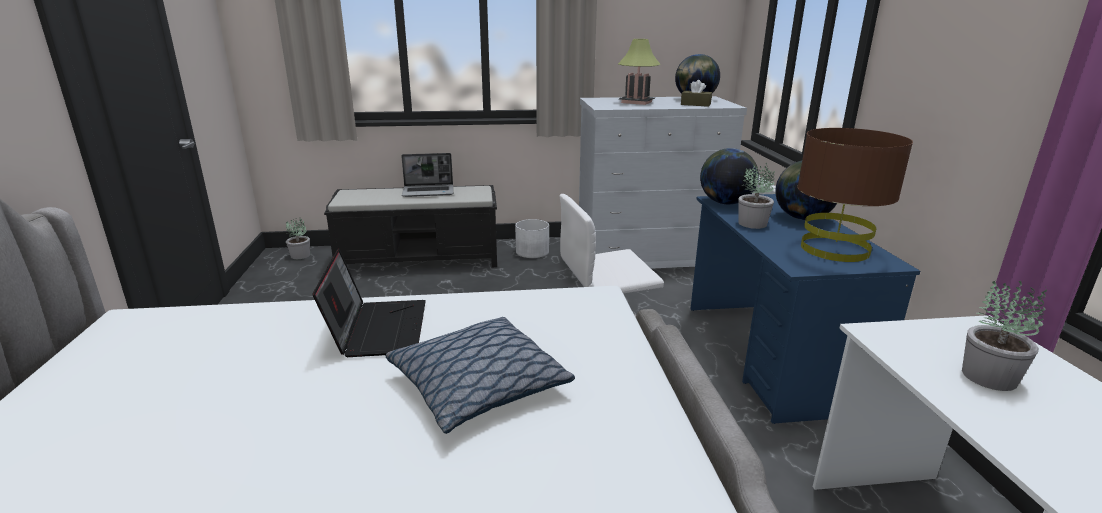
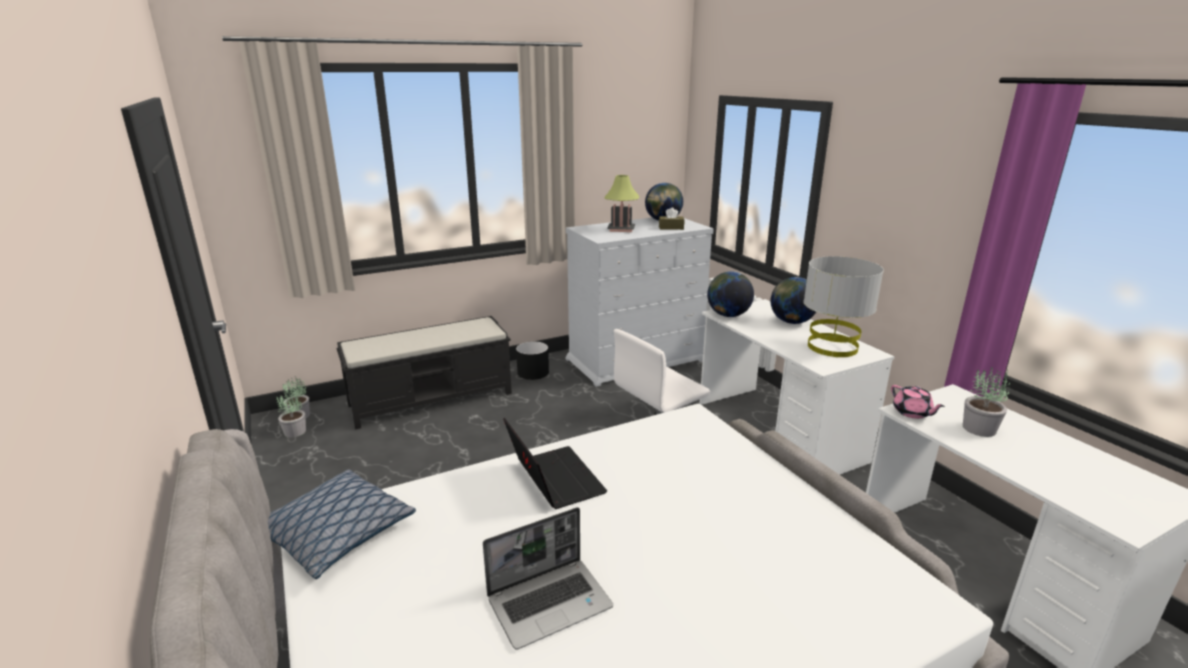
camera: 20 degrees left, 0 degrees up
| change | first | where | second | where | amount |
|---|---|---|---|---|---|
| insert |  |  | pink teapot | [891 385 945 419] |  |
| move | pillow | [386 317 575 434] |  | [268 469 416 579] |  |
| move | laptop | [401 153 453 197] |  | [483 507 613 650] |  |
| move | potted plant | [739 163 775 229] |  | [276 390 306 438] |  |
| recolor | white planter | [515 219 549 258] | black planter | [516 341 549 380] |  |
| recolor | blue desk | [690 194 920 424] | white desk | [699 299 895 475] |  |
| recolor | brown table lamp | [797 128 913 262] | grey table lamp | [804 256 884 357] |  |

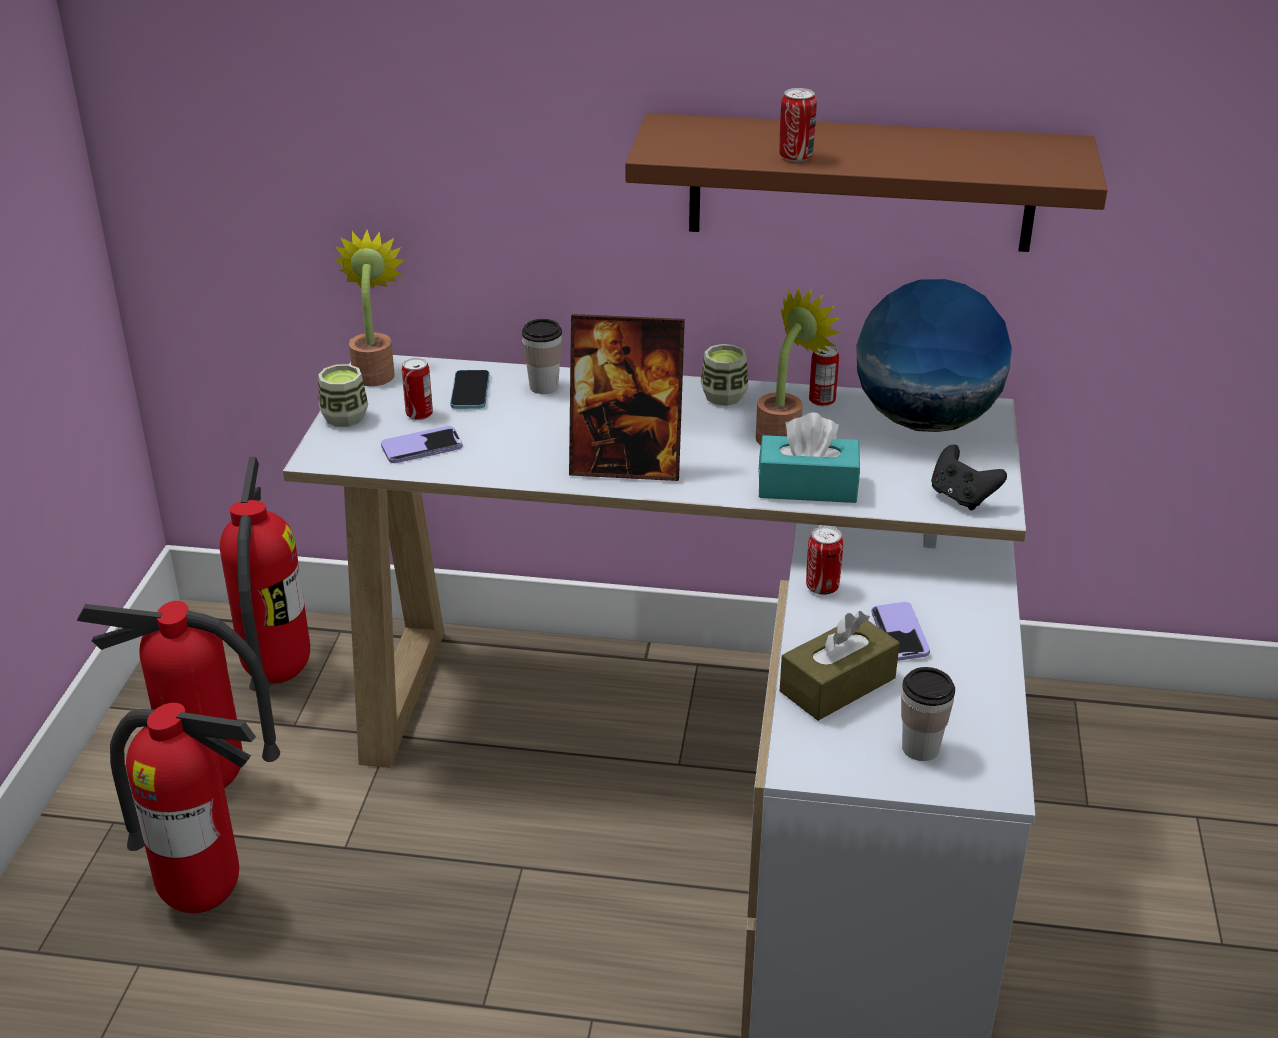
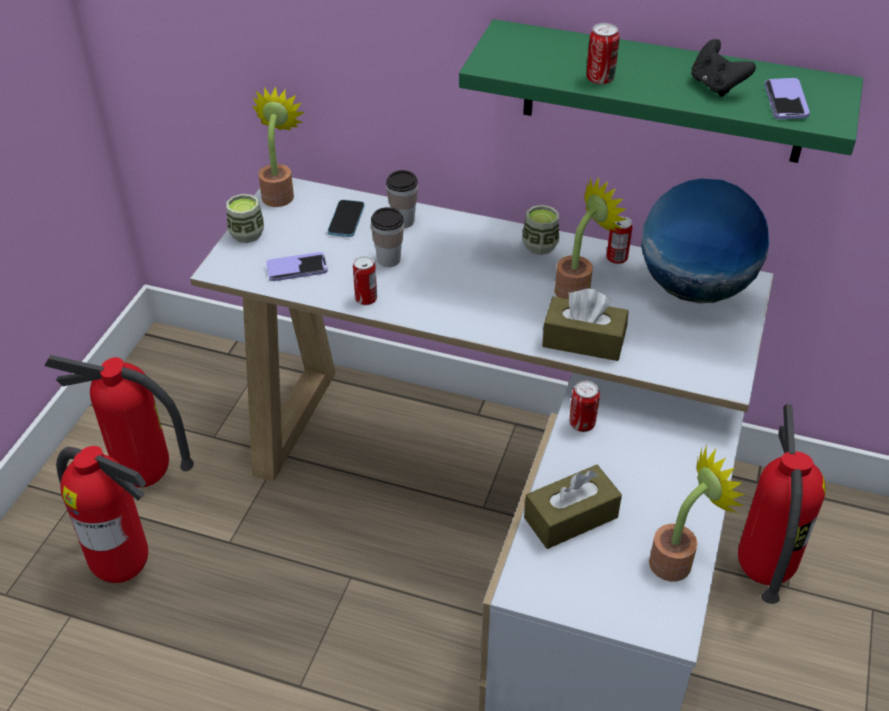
camera: 10 degrees right, 10 degrees up
| change | first | where | second | where | amount |
|---|---|---|---|---|---|
| delete | picture frame | [569 314 685 481] |  |  |  |
| insert |  |  | potted plant | [649 445 745 581] |  |
| move | fire extinguisher | [220 457 310 691] |  | [738 404 826 604] |  |
| move | can | [402 357 433 420] |  | [353 256 377 305] |  |
| move | phone | [872 602 930 661] |  | [765 78 810 119] |  |
| move | cup | [901 667 955 761] |  | [371 207 404 267] |  |
| move | black game controller | [931 445 1007 511] |  | [691 39 756 97] |  |
| recolor | brown shelf | [625 113 1108 252] | green shelf | [459 19 863 163] |  |
| recolor | turquoise tissue box | [758 413 860 503] | brown tissue box | [542 288 628 361] |  |

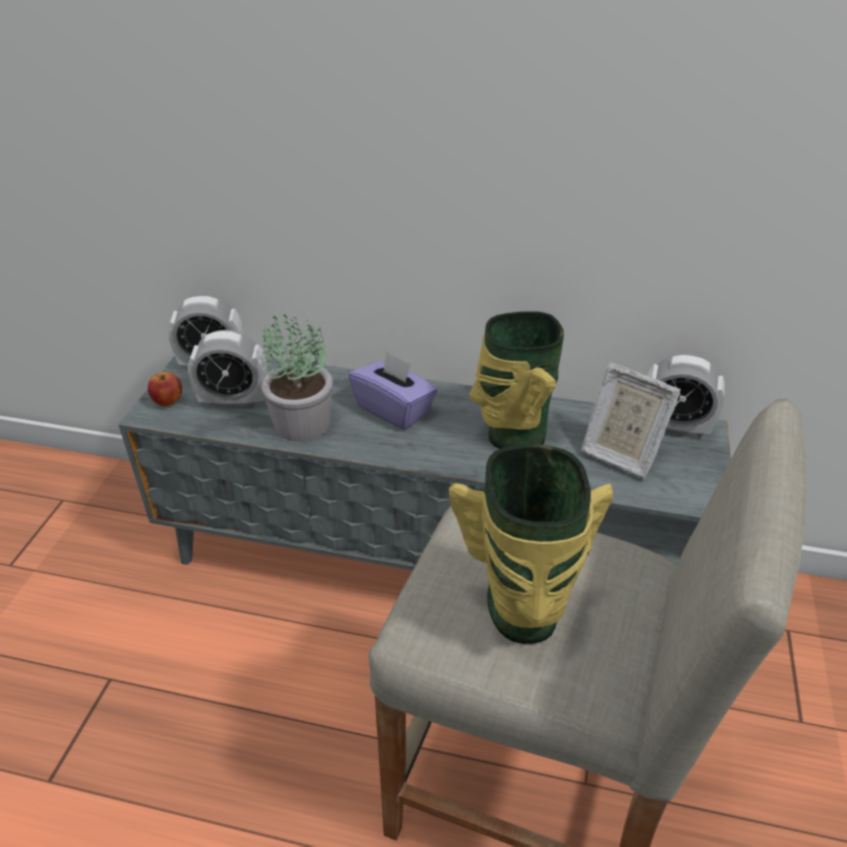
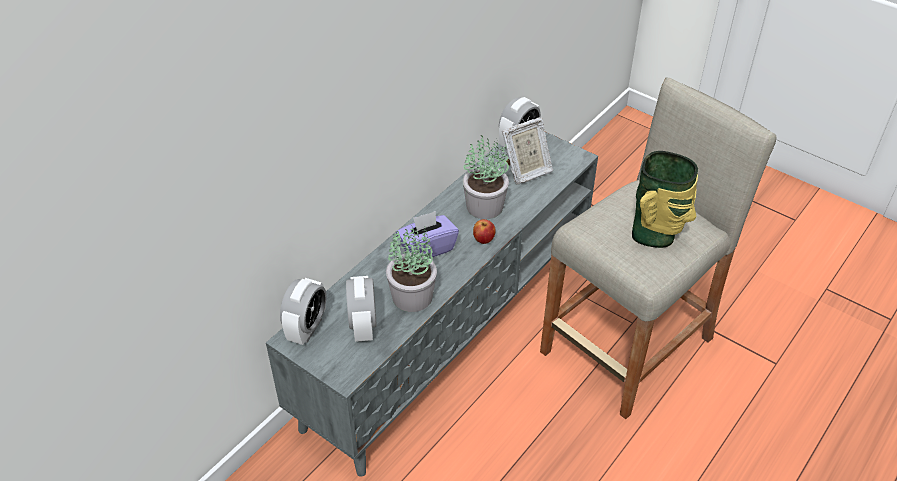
camera: 65 degrees left, 5 degrees up
| change | first | where | second | where | amount |
|---|---|---|---|---|---|
| move | apple | [148 372 182 407] |  | [473 219 496 244] |  |
| replace | vase | [469 311 564 449] | potted plant | [463 135 509 219] |  |
| rotate | alarm clock | [188 330 267 409] |  | [346 276 377 342] | 150 degrees clockwise |

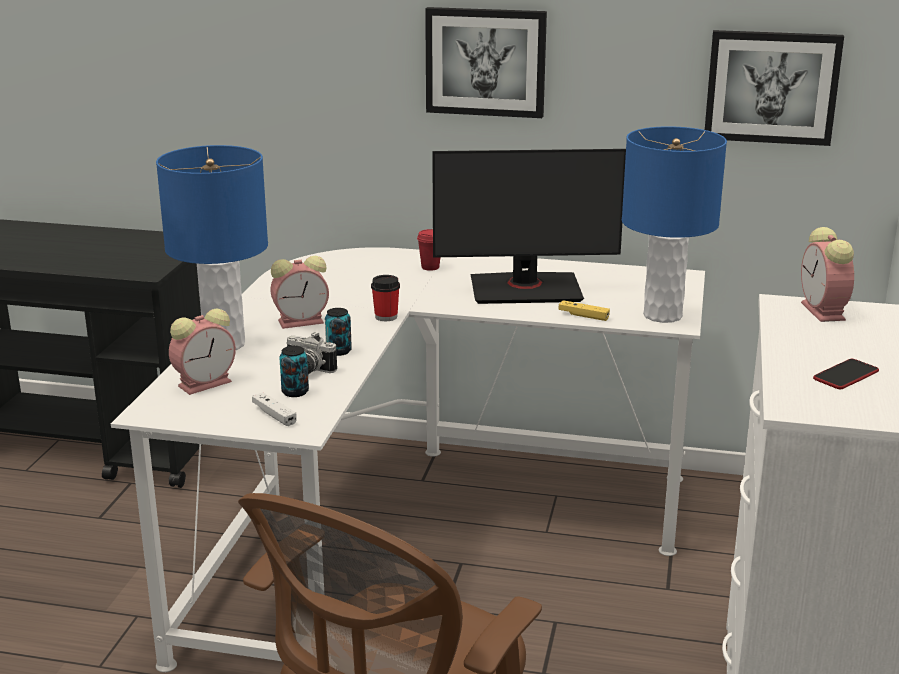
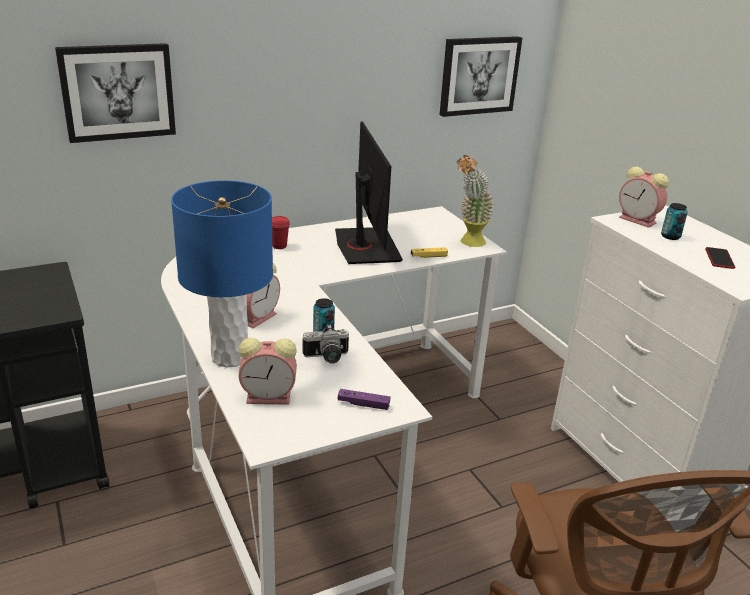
camera: 40 degrees left, 5 degrees up
| change | first | where | second | where | amount |
|---|---|---|---|---|---|
| delete | cup | [371 275 400 321] |  |  |  |
| move | can | [279 346 309 397] |  | [661 203 688 240] |  |
| move | picture | [425 7 547 118] |  | [55 43 176 143] |  |
| replace | blue table lamp | [622 126 727 323] | potted plant | [457 155 493 247] |  |
| recolor | white game controller | [252 392 297 426] | purple game controller | [338 389 391 410] |  |
| rotate | alarm clock | [169 309 236 395] |  | [239 338 297 405] | 75 degrees clockwise |
| rotate | monitor | [432 149 626 304] |  | [335 121 403 264] | 60 degrees counterclockwise |

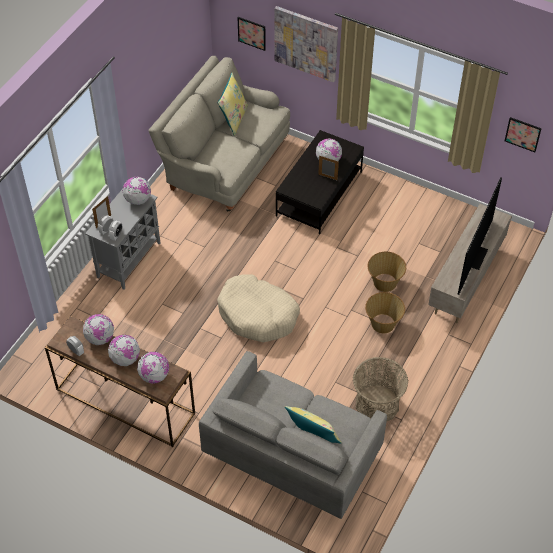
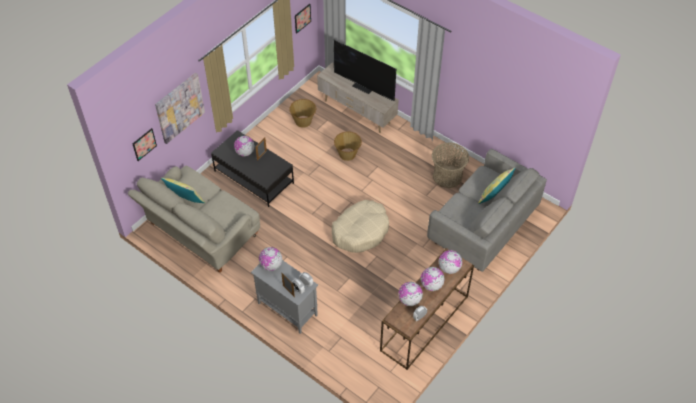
camera: 80 degrees left, 0 degrees up
| change | first | where | second | where | amount |
|---|---|---|---|---|---|
| move | basket | [365 292 405 333] |  | [289 99 316 128] |  |

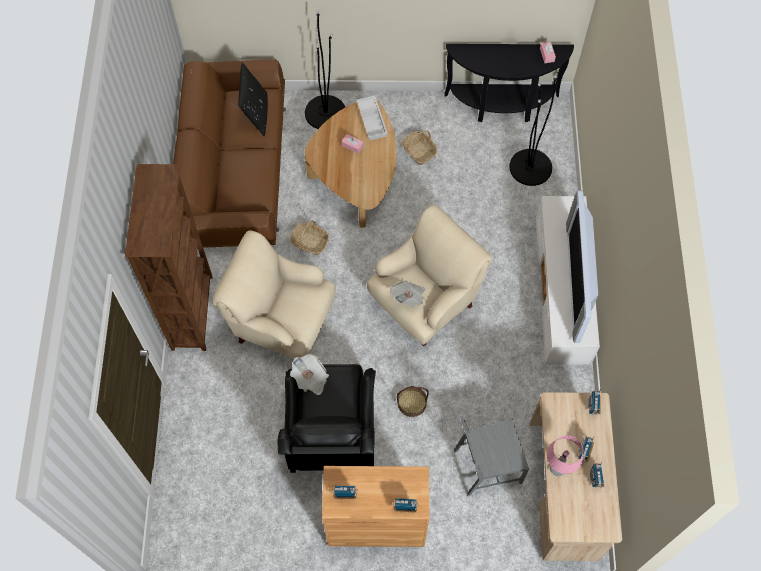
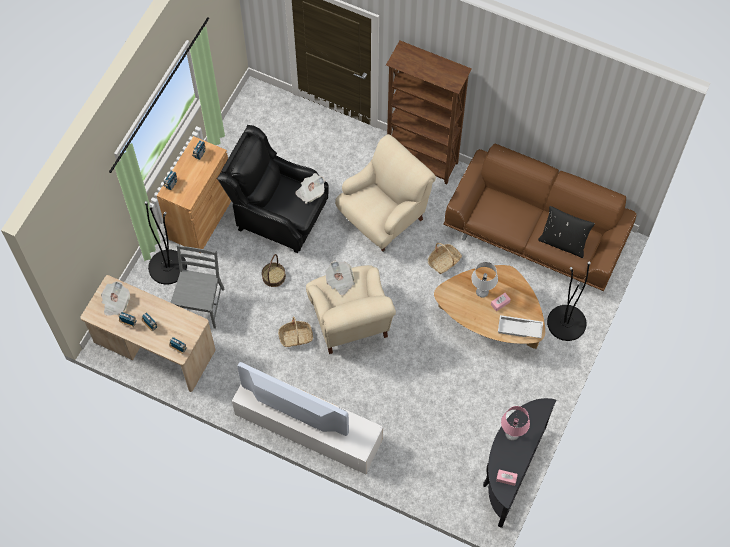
camera: 115 degrees right, 0 degrees up
| change | first | where | second | where | amount |
|---|---|---|---|---|---|
| insert |  |  | newspaper | [101 281 130 316] |  |
| insert |  |  | grey table lamp | [471 262 498 298] |  |
| move | basket | [402 131 438 165] |  | [278 317 313 347] |  |
| move | black floor lamp | [509 75 557 186] |  | [145 201 187 285] |  |
| move | pink table lamp | [547 435 583 476] |  | [501 406 530 441] |  |

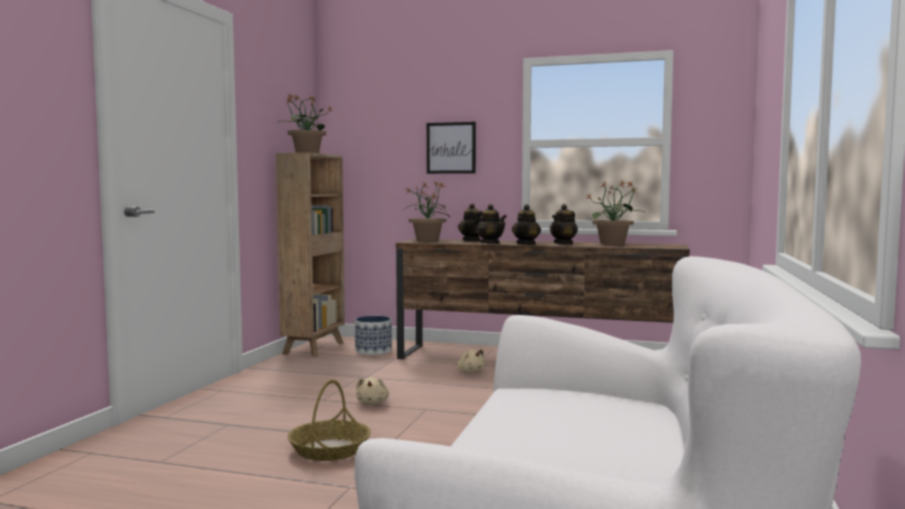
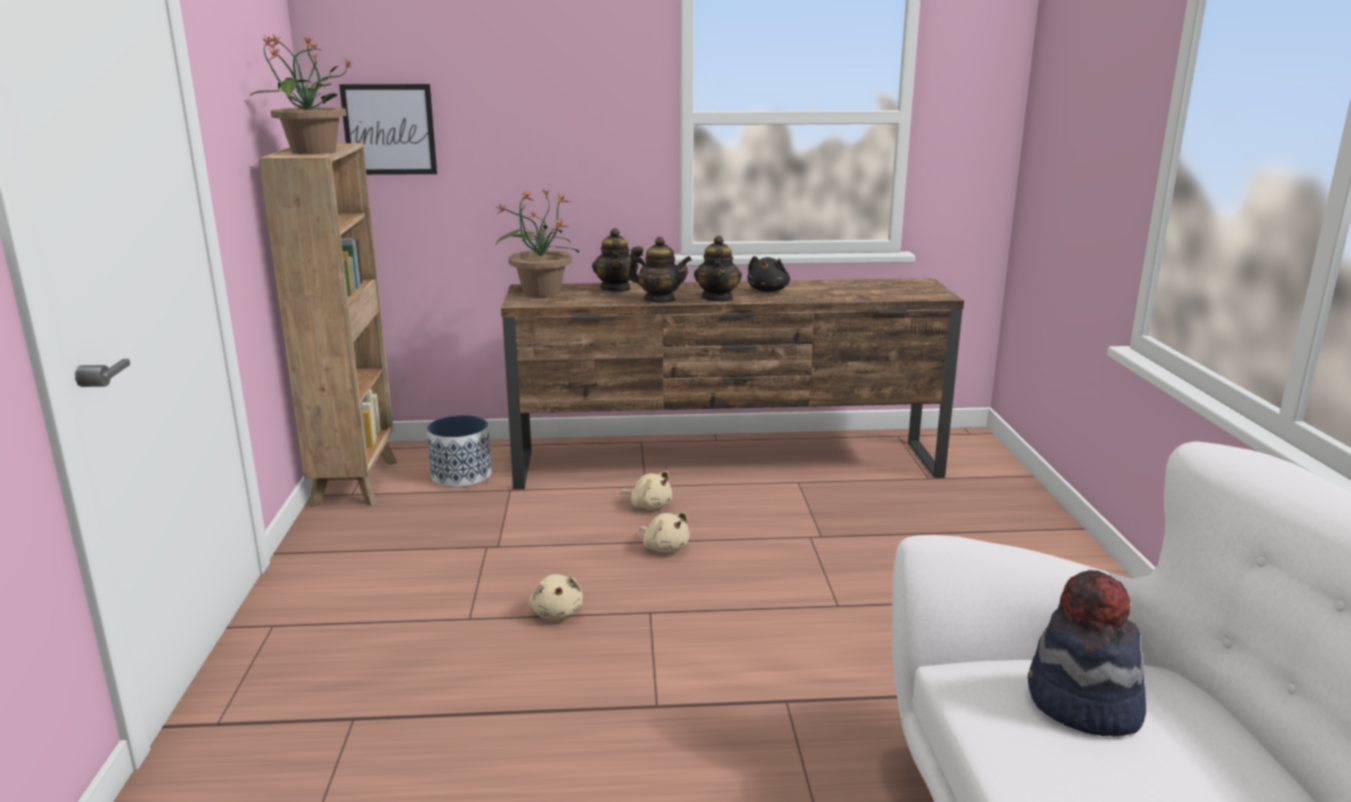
camera: 20 degrees left, 15 degrees up
| change | first | where | second | where | amount |
|---|---|---|---|---|---|
| delete | basket | [287 380 371 461] |  |  |  |
| delete | potted plant | [588 180 644 245] |  |  |  |
| insert |  |  | beige plush toy | [639 512 690 553] |  |
| insert |  |  | hat | [1028 570 1146 736] |  |
| move | picture | [427 122 476 174] |  | [339 84 437 175] |  |
| replace | teapot | [550 204 578 245] | black plush toy | [747 256 790 292] |  |

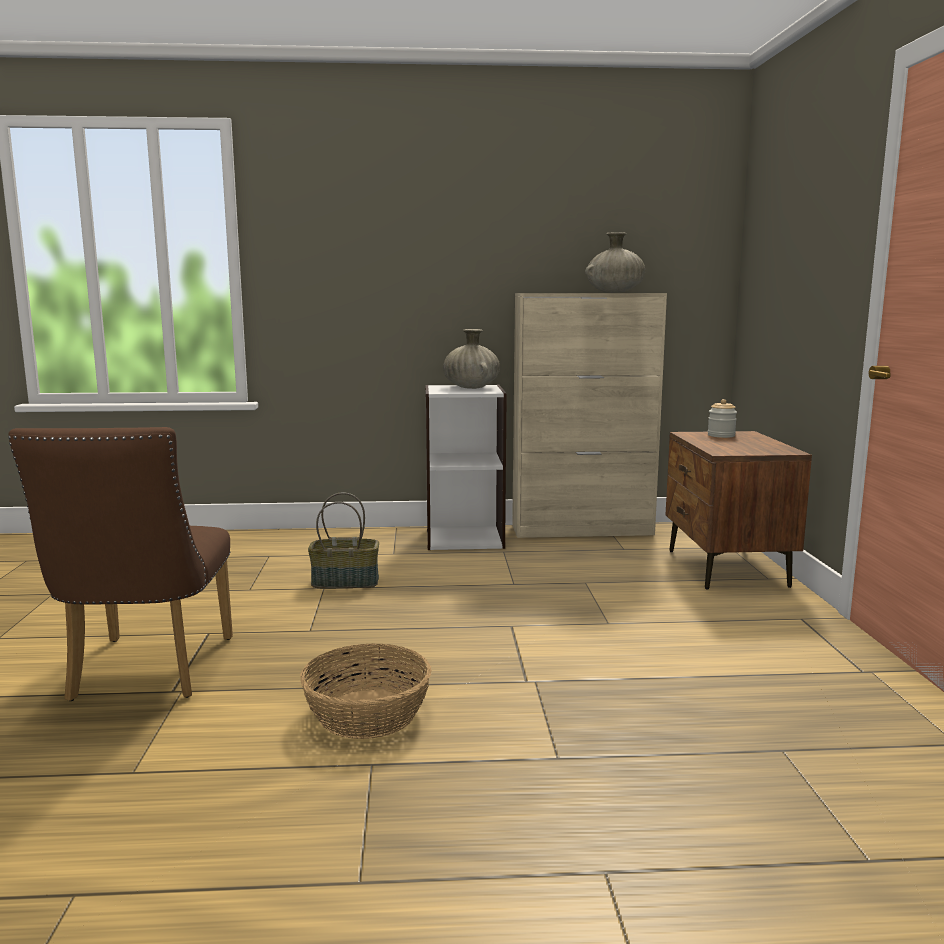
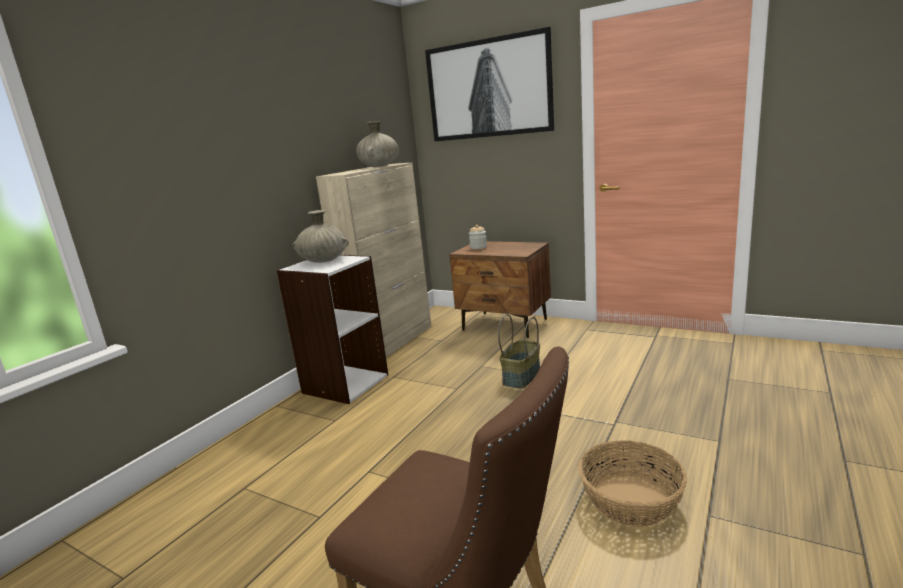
camera: 55 degrees left, 5 degrees up
| change | first | where | second | where | amount |
|---|---|---|---|---|---|
| insert |  |  | picture | [425 27 554 141] |  |
| move | basket | [308 492 379 588] |  | [498 314 540 389] |  |

